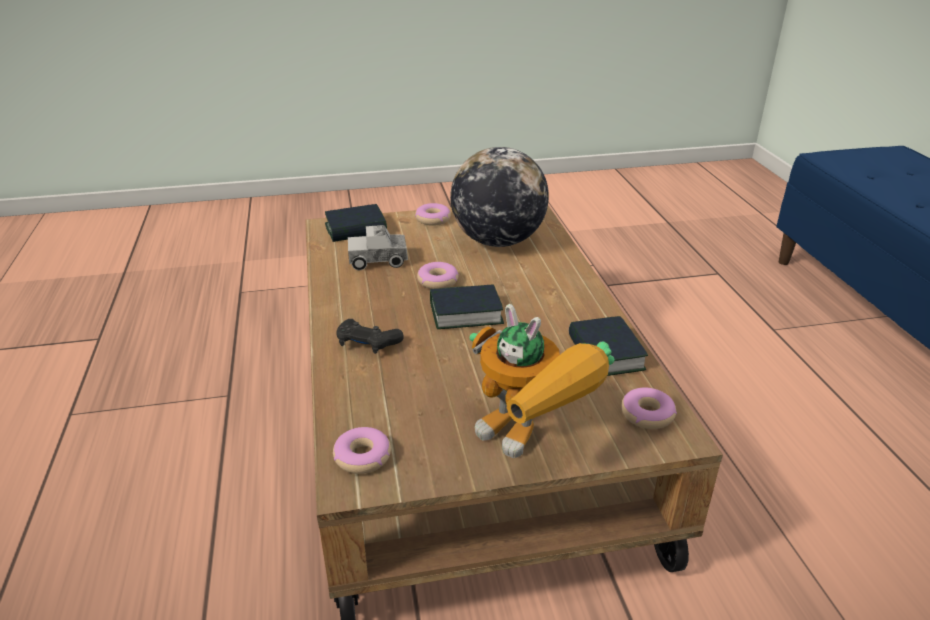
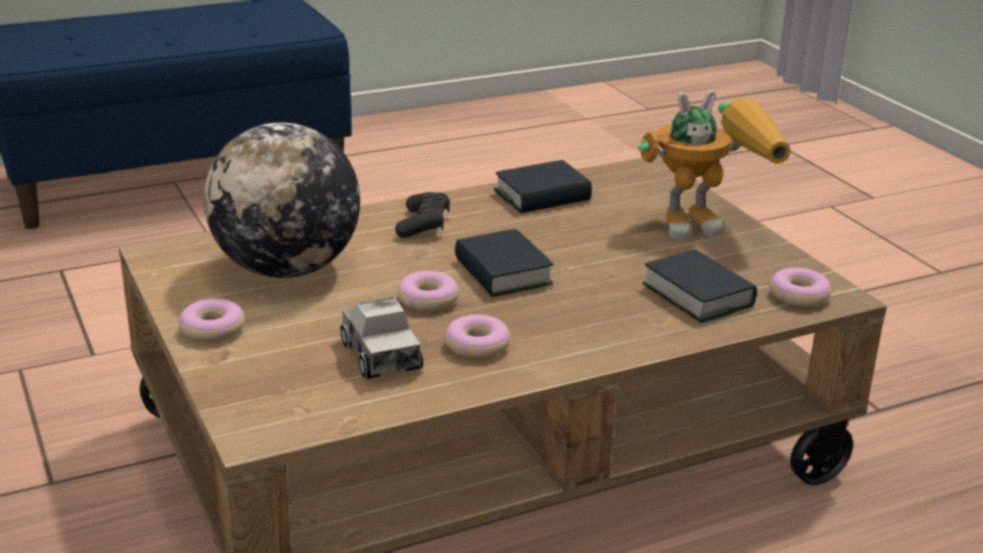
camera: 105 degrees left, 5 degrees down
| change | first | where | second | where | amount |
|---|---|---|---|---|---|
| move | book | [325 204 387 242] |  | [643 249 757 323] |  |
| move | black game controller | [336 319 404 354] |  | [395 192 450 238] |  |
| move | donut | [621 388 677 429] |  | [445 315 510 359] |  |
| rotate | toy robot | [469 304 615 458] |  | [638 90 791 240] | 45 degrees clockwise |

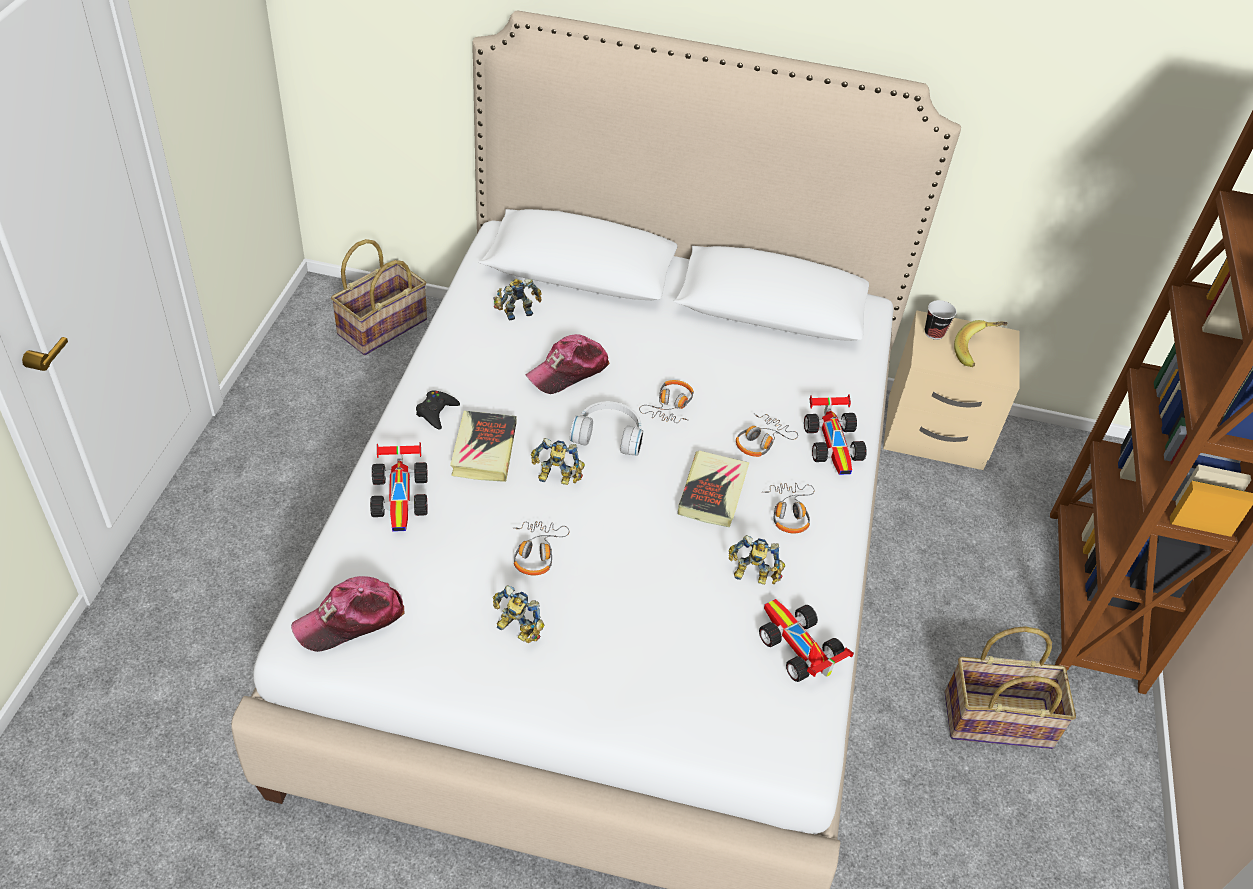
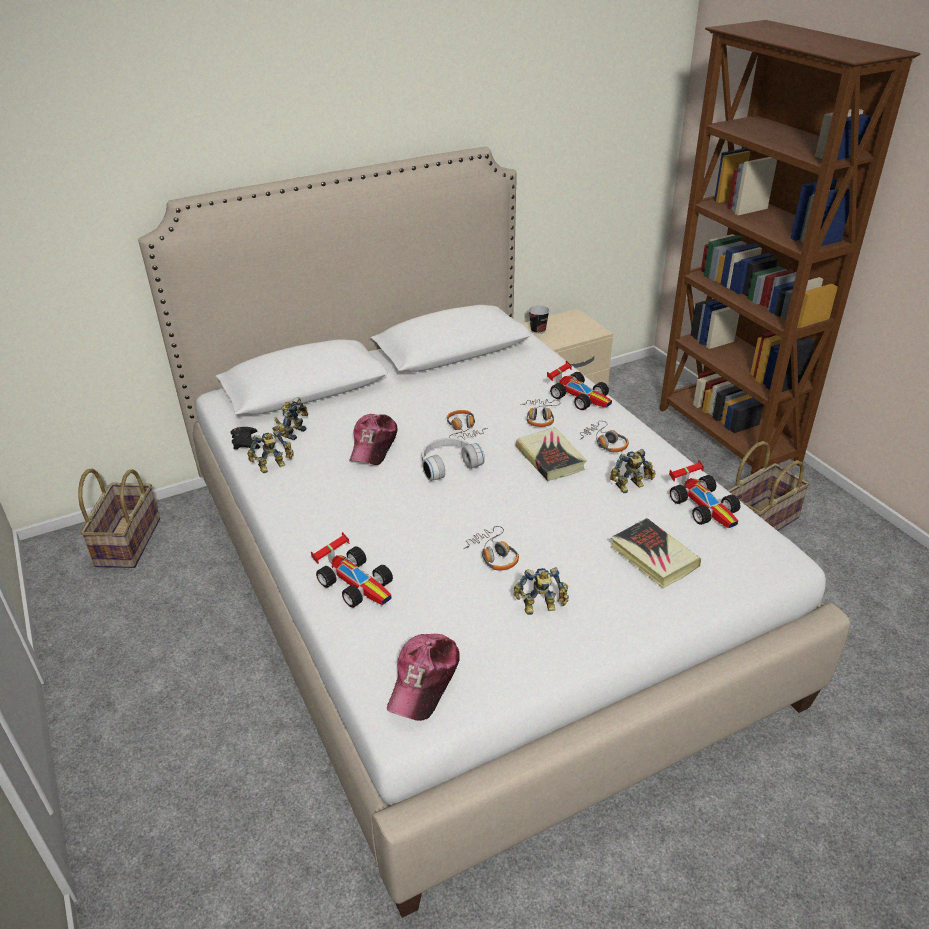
camera: 35 degrees left, 10 degrees down
| change | first | where | second | where | amount |
|---|---|---|---|---|---|
| delete | banana | [954 320 1007 367] |  |  |  |
| move | black game controller | [416 391 460 430] |  | [231 427 260 449] |  |
| move | book | [450 411 517 482] |  | [611 518 701 588] |  |
| move | toy robot | [531 438 585 485] |  | [247 430 293 473] |  |
| rotate | toy car | [759 599 854 682] |  | [669 460 741 528] | 135 degrees counterclockwise |

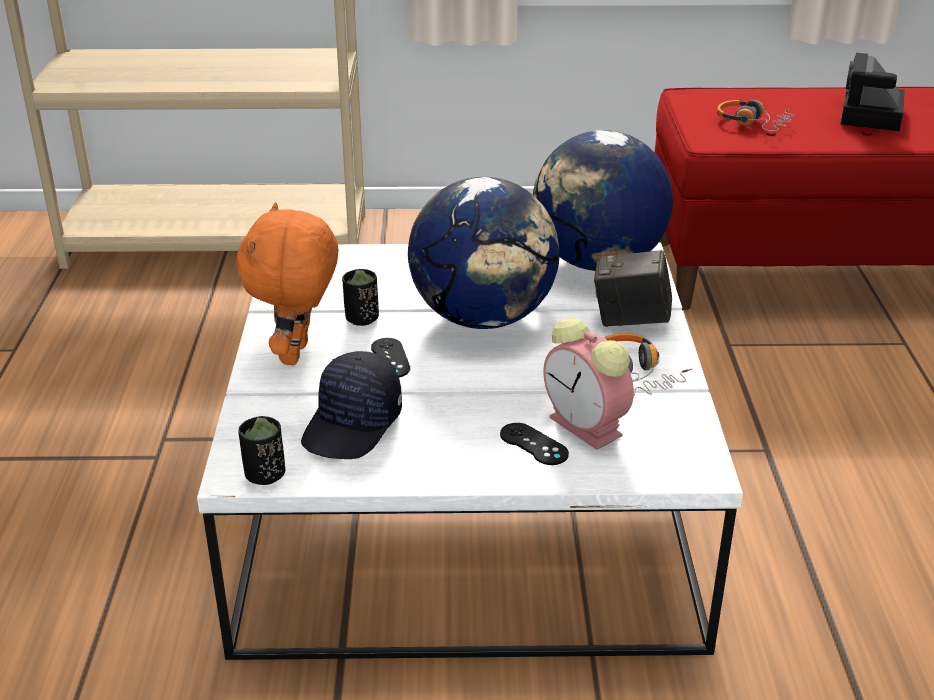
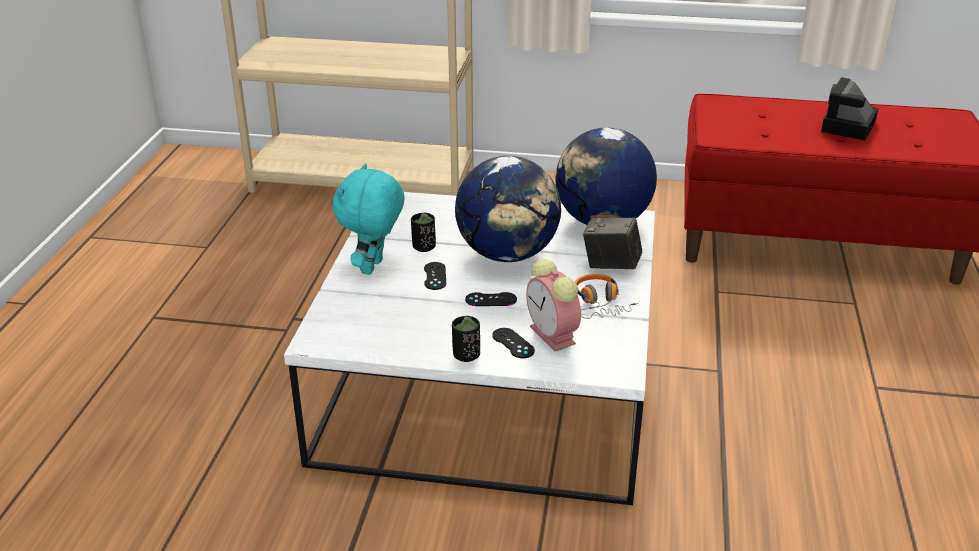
camera: 10 degrees right, 0 degrees up
| change | first | where | second | where | amount |
|---|---|---|---|---|---|
| delete | black cap | [301 351 402 459] |  |  |  |
| delete | headphones | [717 100 794 131] |  |  |  |
| insert |  |  | black game controller | [465 292 517 306] |  |
| move | black cup | [238 416 285 485] |  | [452 316 480 362] |  |
| recolor | orange plush toy | [236 202 339 365] | turquoise plush toy | [333 163 405 275] |  |

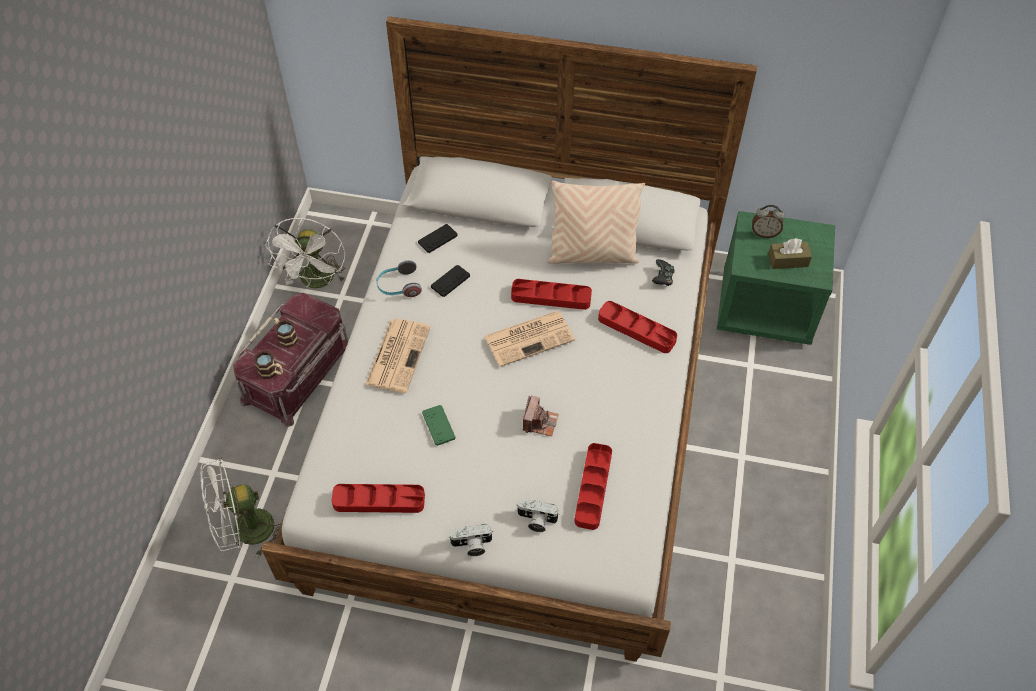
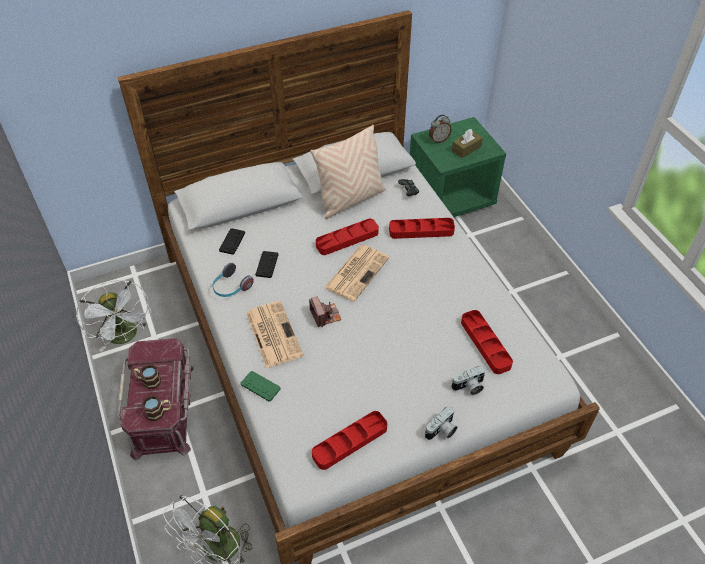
camera: 35 degrees left, 5 degrees down
| change | first | where | second | where | amount |
|---|---|---|---|---|---|
| move | green game controller | [422 405 455 446] |  | [241 371 280 402] |  |
| move | photo camera | [523 396 559 436] |  | [309 296 341 327] |  |

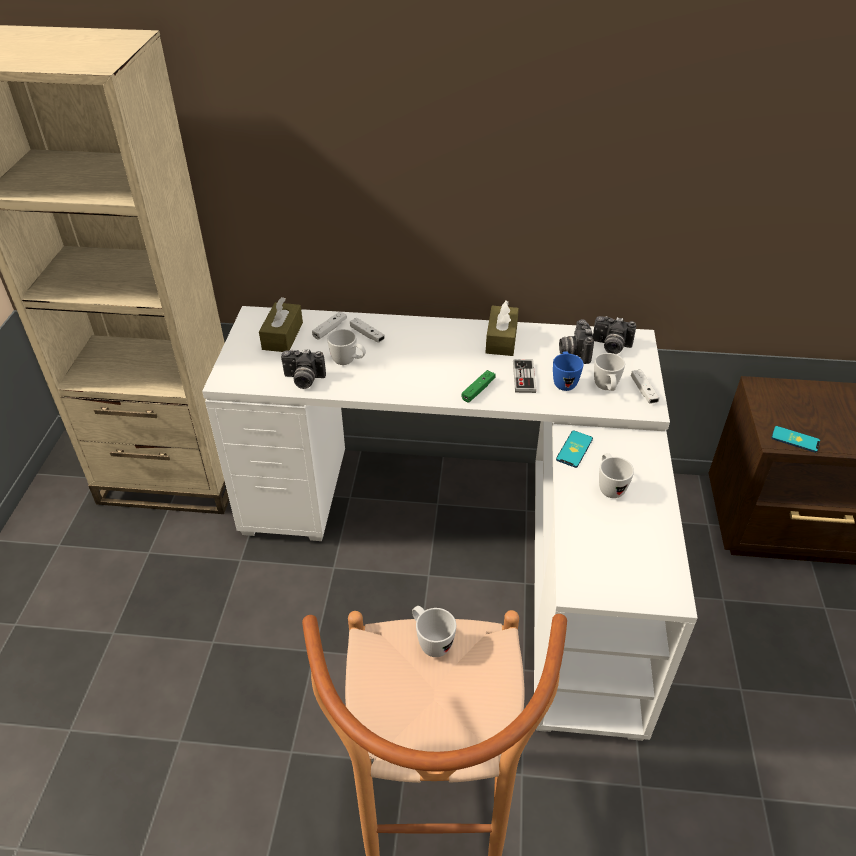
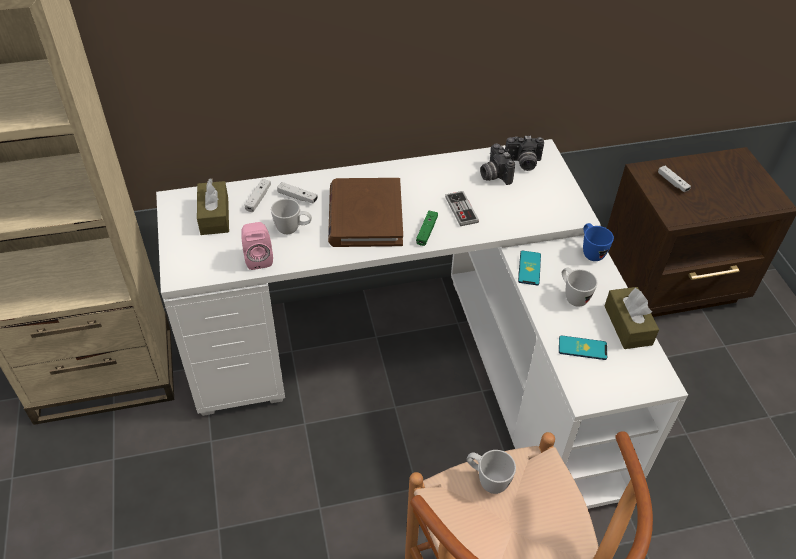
camera: 20 degrees left, 5 degrees up
| change | first | where | second | where | amount |
|---|---|---|---|---|---|
| delete | white mug | [594 353 625 391] |  |  |  |
| insert |  |  | brown book | [328 178 403 247] |  |
| move | brown tissue box | [486 301 519 356] |  | [605 287 659 349] |  |
| move | blue mug | [553 351 584 391] |  | [583 223 614 261] |  |
| move | white game controller | [631 370 659 404] |  | [658 166 691 192] |  |
| move | phone | [771 426 820 453] |  | [559 335 607 360] |  |
| replace | photo camera | [281 349 326 389] | pink speaker | [241 222 273 270] |  |

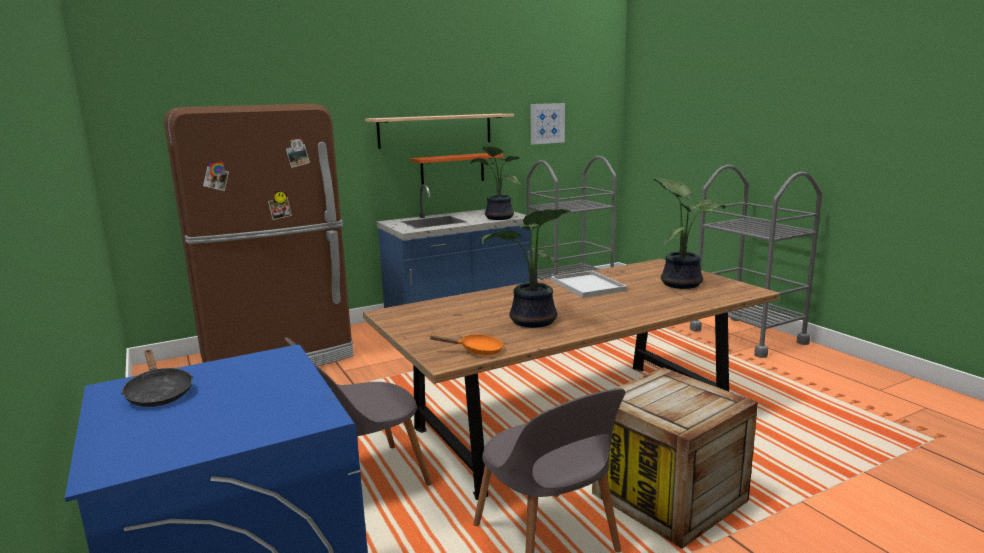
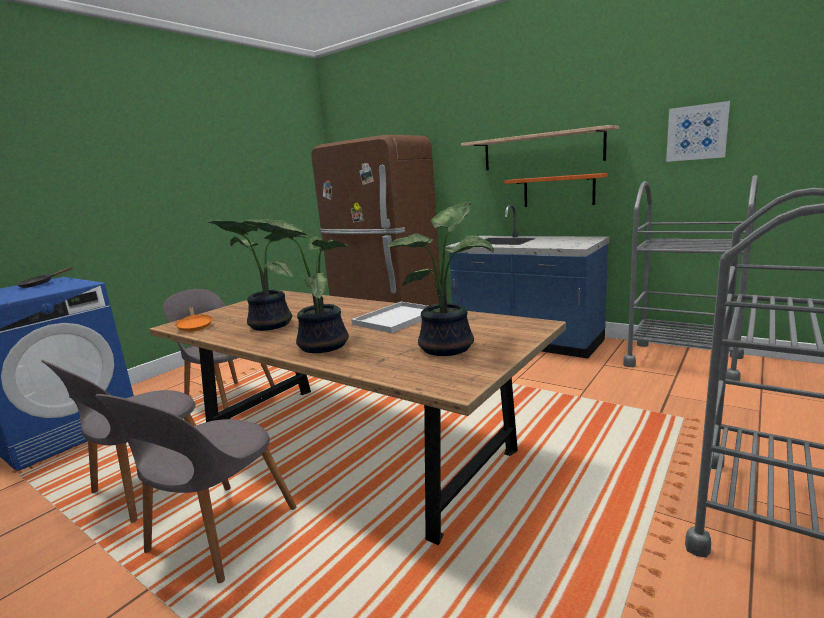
camera: 65 degrees right, 0 degrees up
| change | first | where | second | where | amount |
|---|---|---|---|---|---|
| move | potted plant | [470 146 521 220] |  | [242 219 349 353] |  |
| replace | crate | [592 367 758 549] | grey chair | [95 394 296 583] |  |

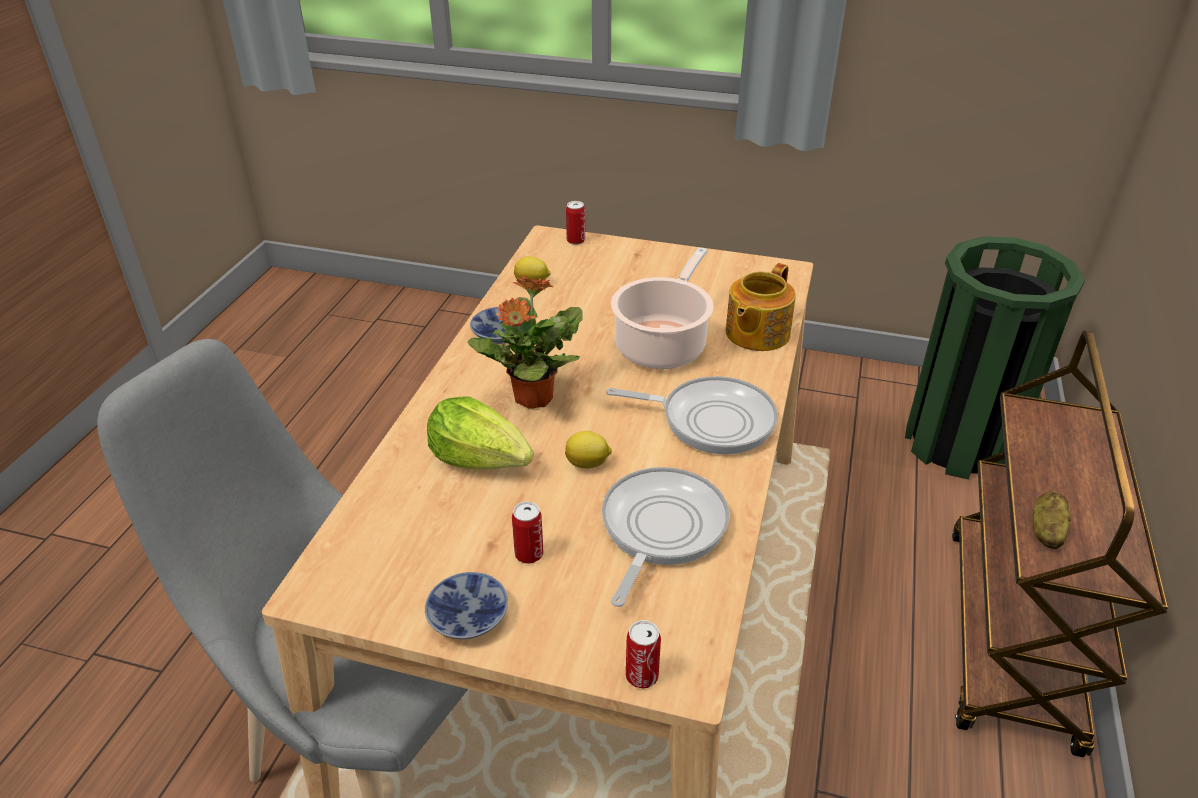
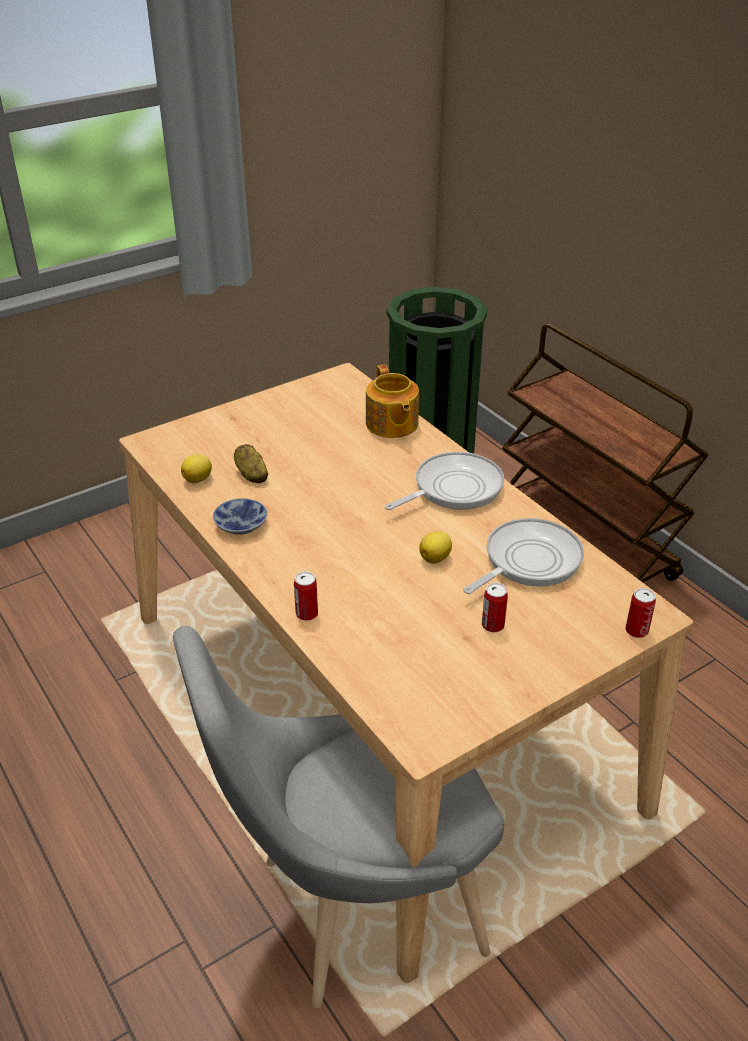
camera: 50 degrees left, 0 degrees up
| change | first | where | second | where | amount |
|---|---|---|---|---|---|
| delete | bowl | [425 572 508 639] |  |  |  |
| delete | lettuce | [427 396 534 470] |  |  |  |
| delete | potted plant | [467 275 583 408] |  |  |  |
| delete | cooking pot | [611 247 714 369] |  |  |  |
| move | can | [566 201 585 245] |  | [294 571 318 621] |  |
| move | potato | [1033 492 1071 549] |  | [234 444 268 483] |  |
| rotate | frying pan | [602 467 729 607] |  | [463 518 584 594] | 75 degrees clockwise |

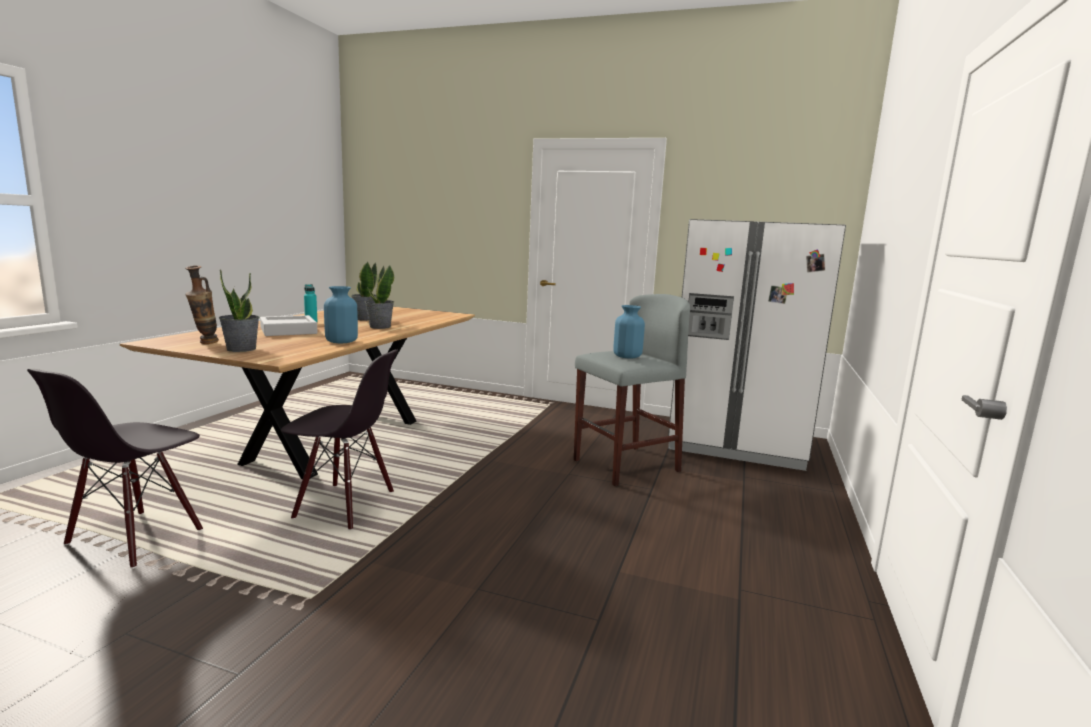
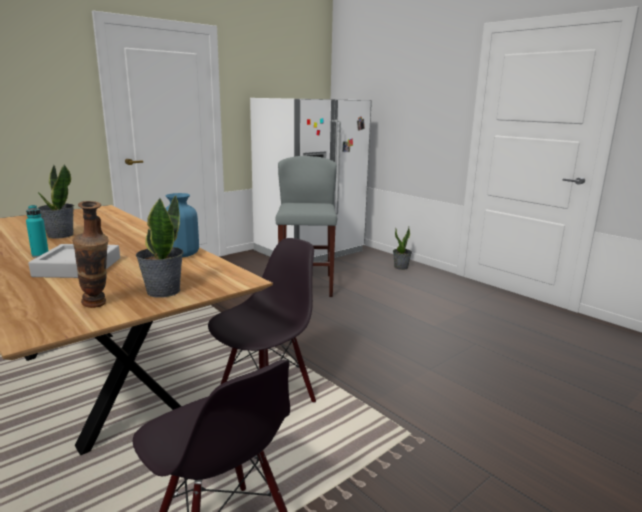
camera: 60 degrees left, 5 degrees up
| change | first | where | second | where | amount |
|---|---|---|---|---|---|
| delete | blue vase | [613 305 645 359] |  |  |  |
| move | potted plant | [365 265 394 329] |  | [393 227 412 270] |  |

